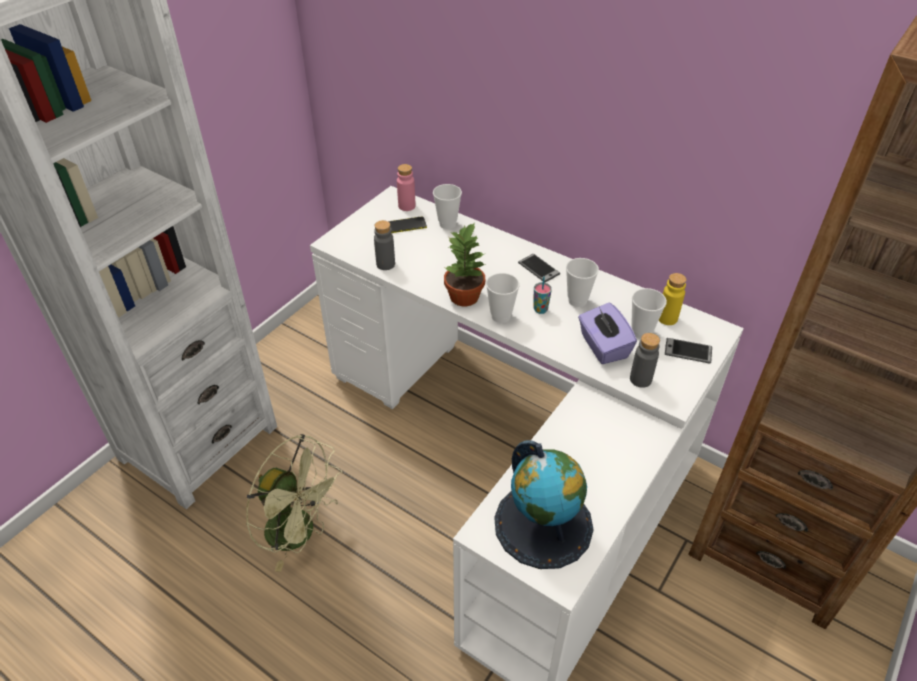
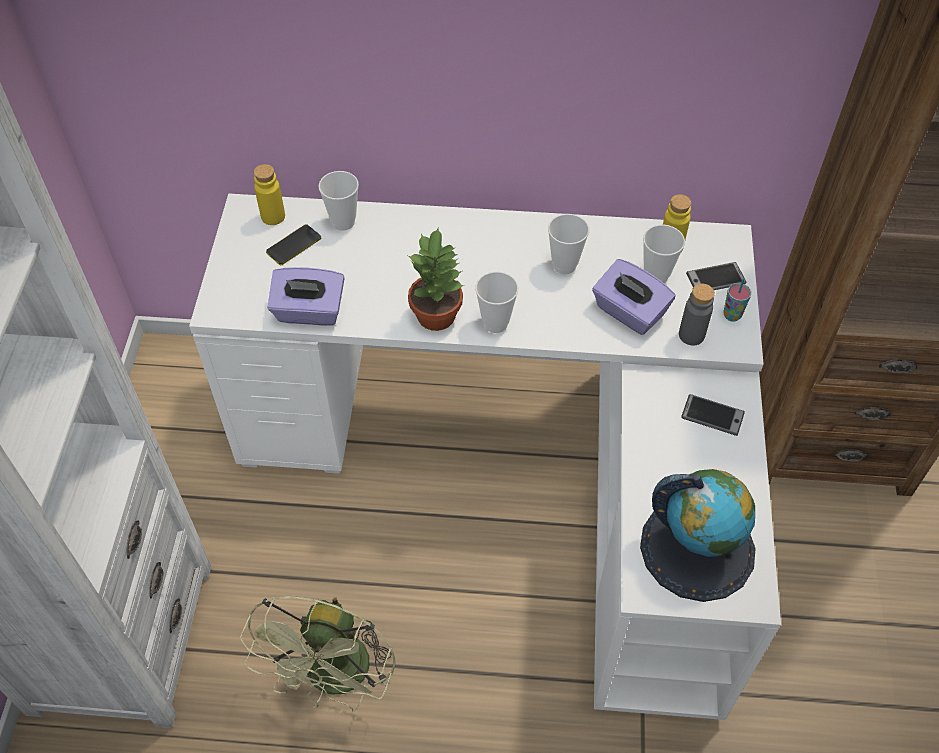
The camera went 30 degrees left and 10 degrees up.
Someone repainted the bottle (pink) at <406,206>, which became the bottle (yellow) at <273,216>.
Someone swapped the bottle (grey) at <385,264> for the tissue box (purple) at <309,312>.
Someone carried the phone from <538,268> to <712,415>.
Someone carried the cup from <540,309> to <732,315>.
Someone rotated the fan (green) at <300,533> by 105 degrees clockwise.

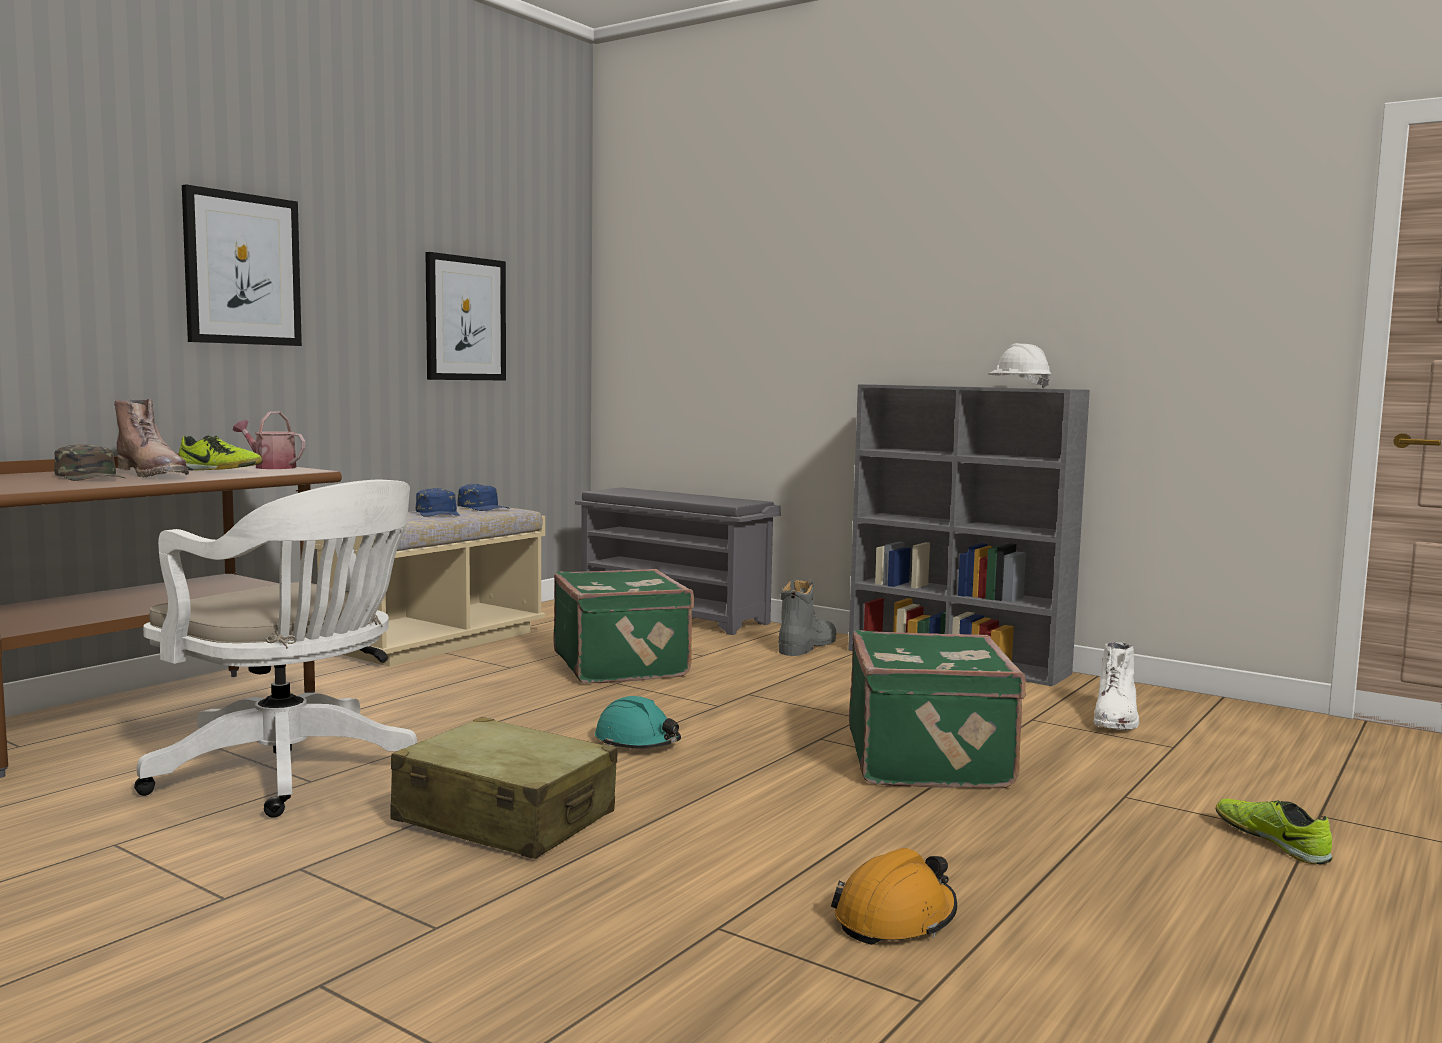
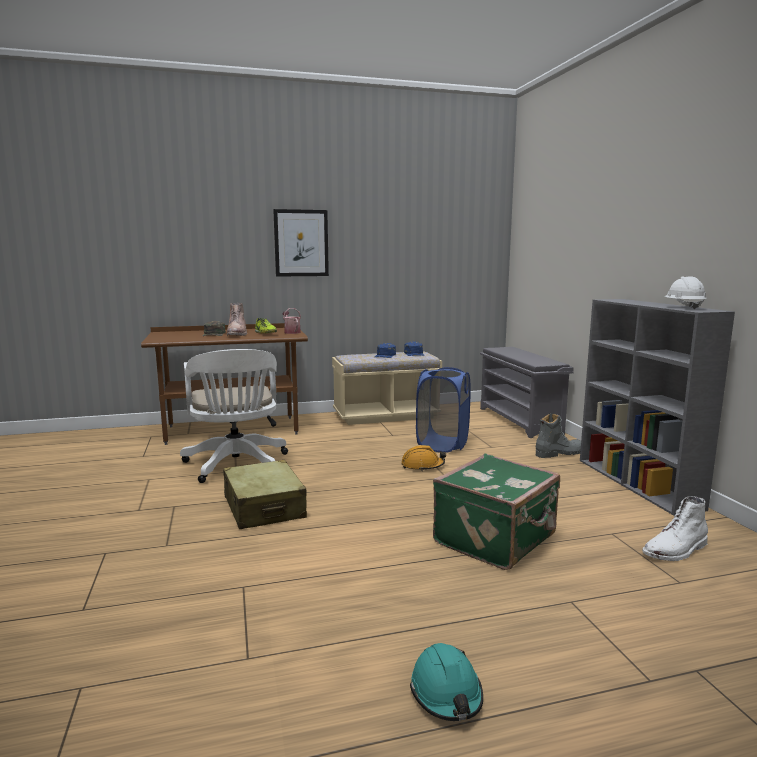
The camera went 40 degrees right and 5 degrees up.
Someone took away the picture at <465,318>.
Someone swapped the suitcase (green) at <623,665> for the laundry basket (blue) at <442,444>.
Someone carried the hard hat (turquoise) from <637,743> to <446,693>.
Someone took away the shoe at <1271,841>.
Someone carried the hard hat (orange) from <896,919> to <422,466>.

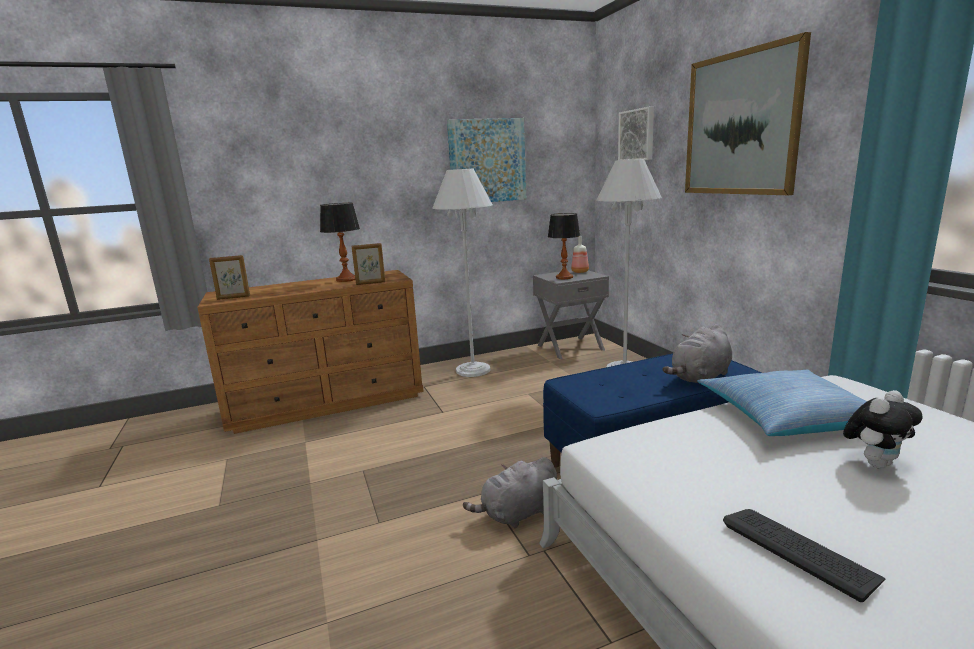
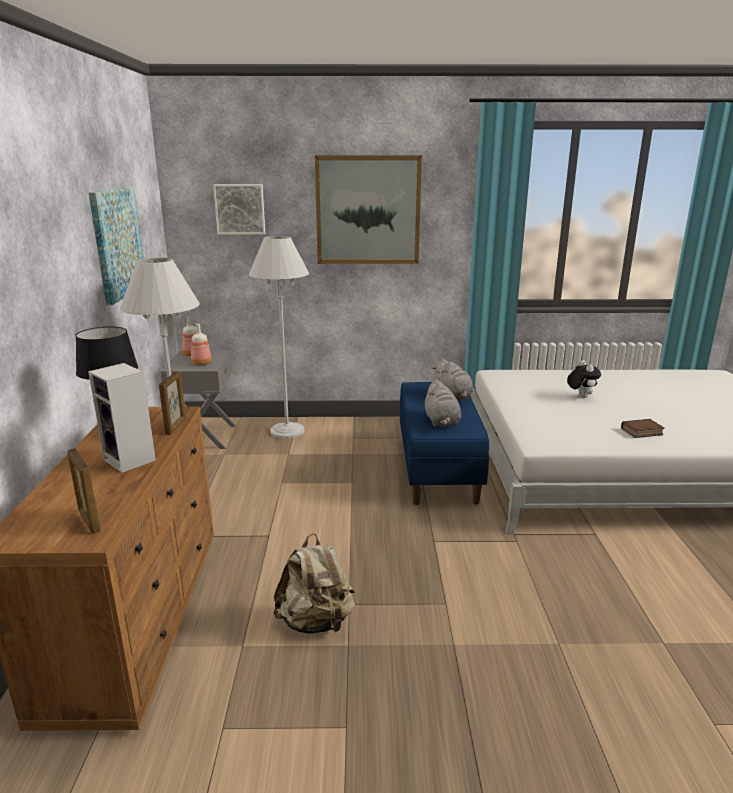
The camera went 70 degrees left and 5 degrees up.
Someone swapped the table lamp at <564,277> for the bottle at <201,363>.
Someone rotated the picture frame at <233,297> by 135 degrees clockwise.
Someone took away the pillow at <788,415>.
Someone carried the plush toy (grey) from <518,514> to <441,422>.
Someone swapped the keyboard at <798,551> for the book at <642,432>.
Someone put down the speaker at <131,460>.
Someone put down the backpack (beige) at <316,622>.

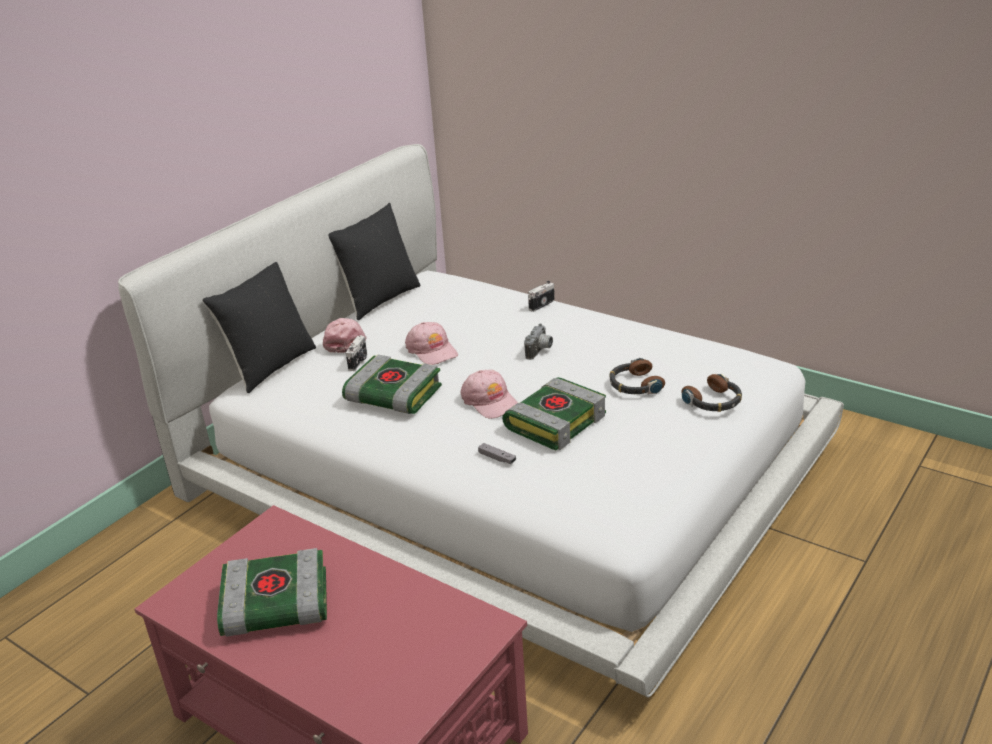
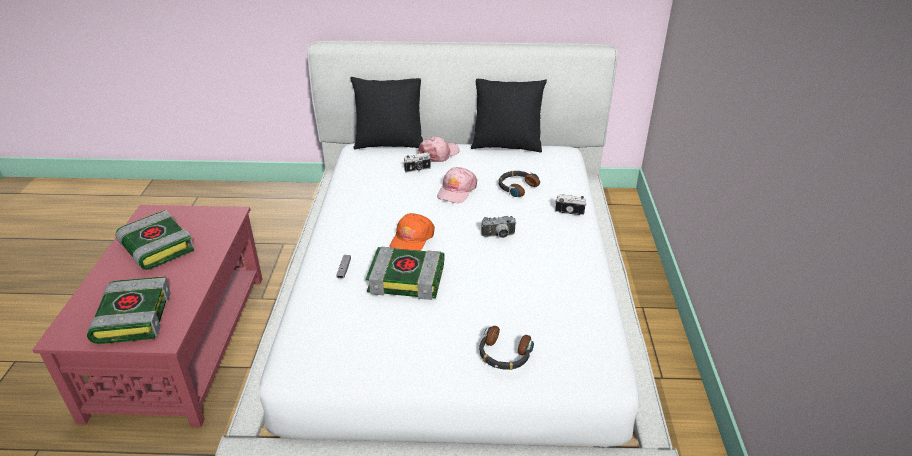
The camera went 55 degrees right and 5 degrees up.
Someone carried the book from <392,396> to <132,316>.
Someone carried the headphones from <634,385> to <516,187>.
Someone repainted the cap (pink) at <490,401>, which became the cap (orange) at <411,239>.

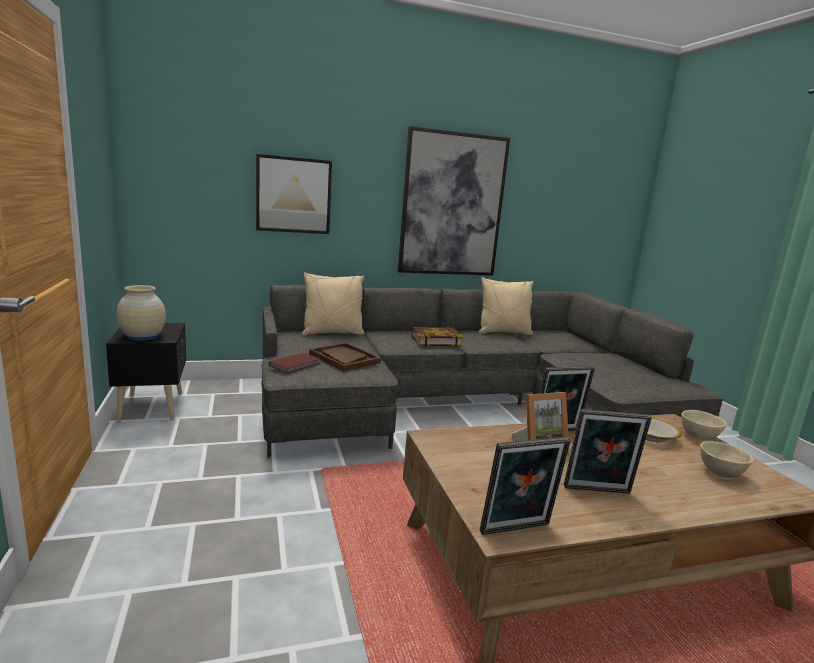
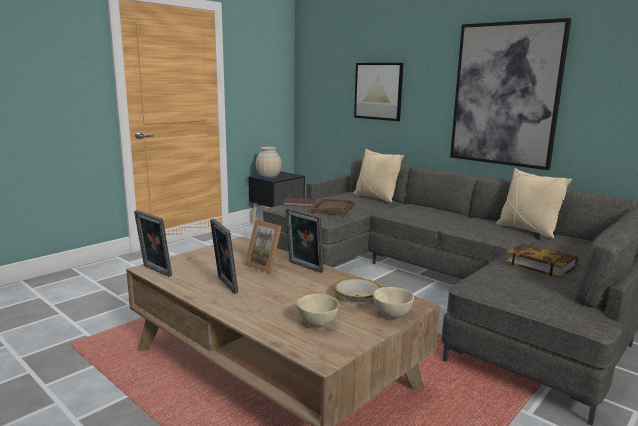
The camera went 60 degrees right and 0 degrees up.
Someone carried the book from <435,340> to <541,264>.

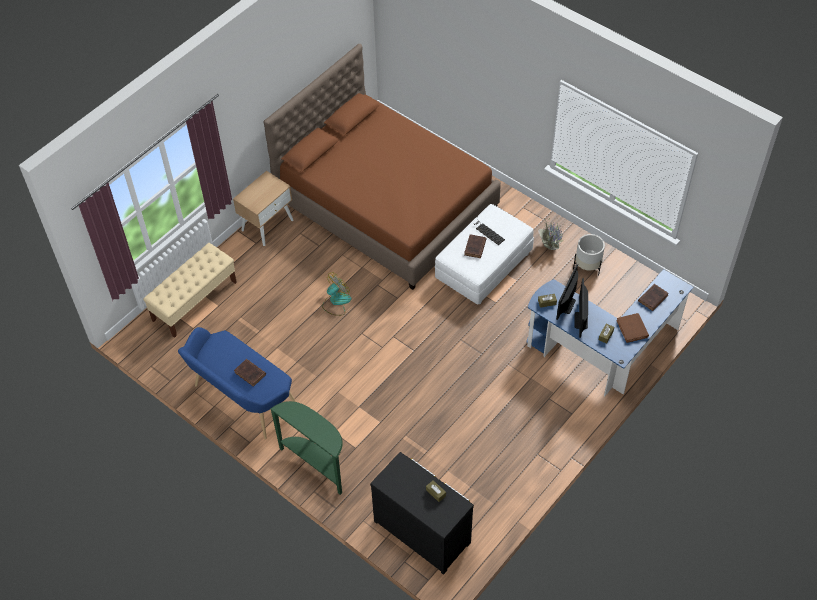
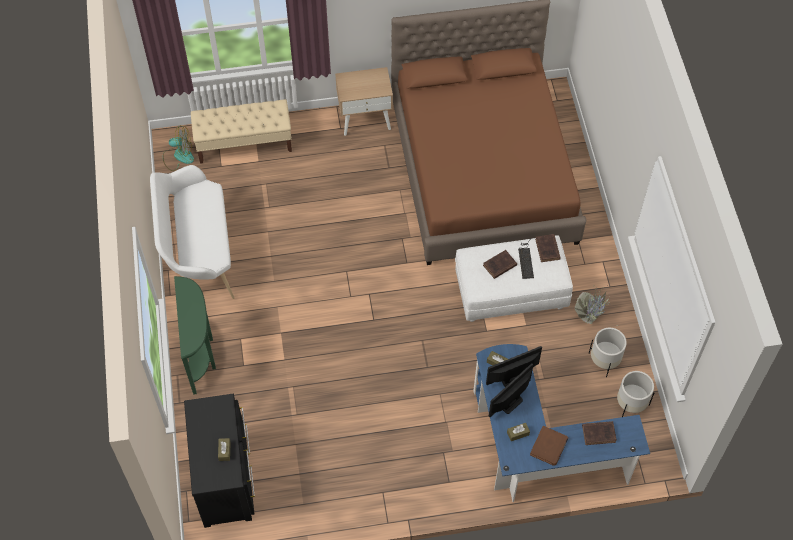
The camera went 40 degrees right and 5 degrees up.
Someone carried the fan from <336,302> to <178,156>.
Someone repainted the bench (blue) at <242,399>, which became the bench (white) at <199,255>.
Someone carried the book (brown) from <251,374> to <547,250>.
Someone put down the planter (white) at <631,404>.

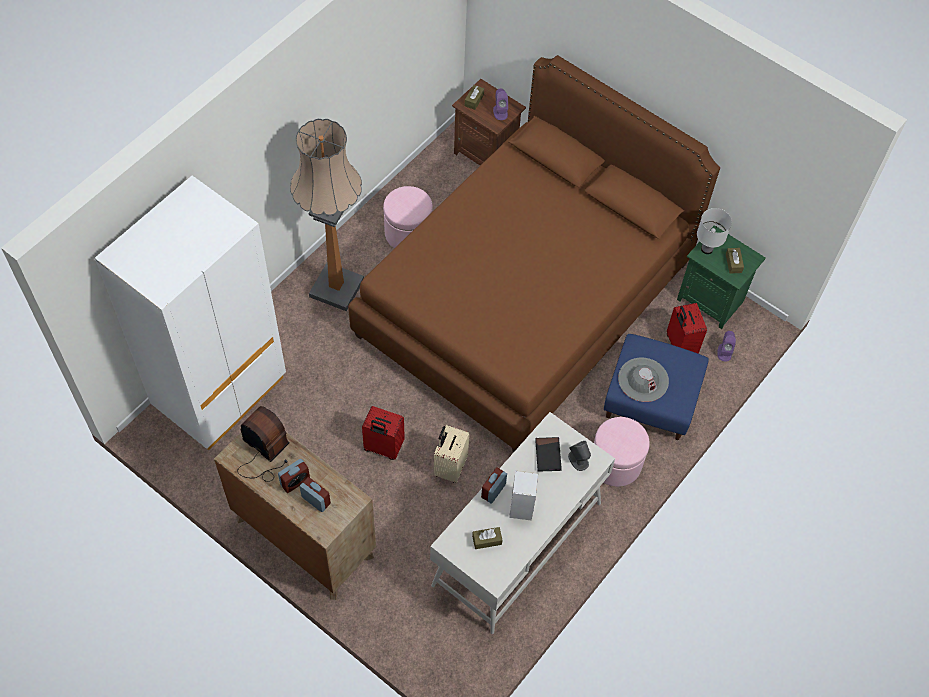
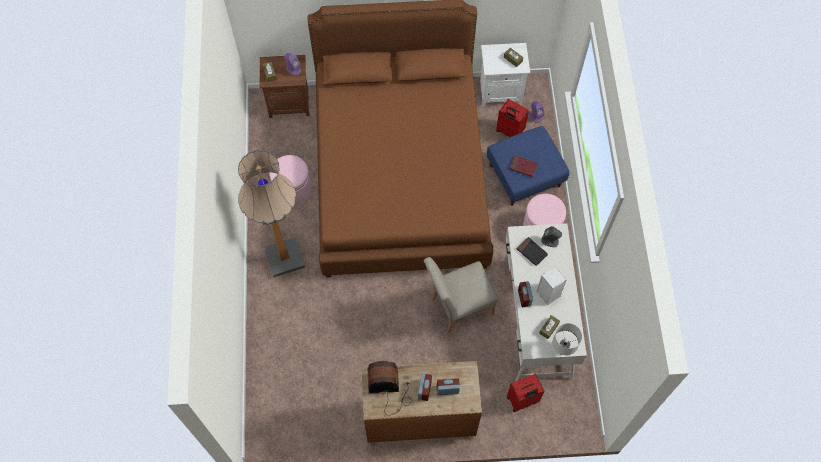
The camera went 40 degrees left and 5 degrees up.
Someone took away the wardrobe (white) at <220,392>.
Someone carried the table lamp (white) from <706,249> to <562,349>.
Someone repainted the nightstand (green) at <711,300>, which became the nightstand (white) at <500,91>.
Someone swapped the hat (grey) at <643,380> for the book (red) at <523,167>.
Someone carried the suitcase (red) from <383,447> to <522,400>.
Someone swapped the suitcase (beige) at <450,466> for the chair (beige) at <457,307>.

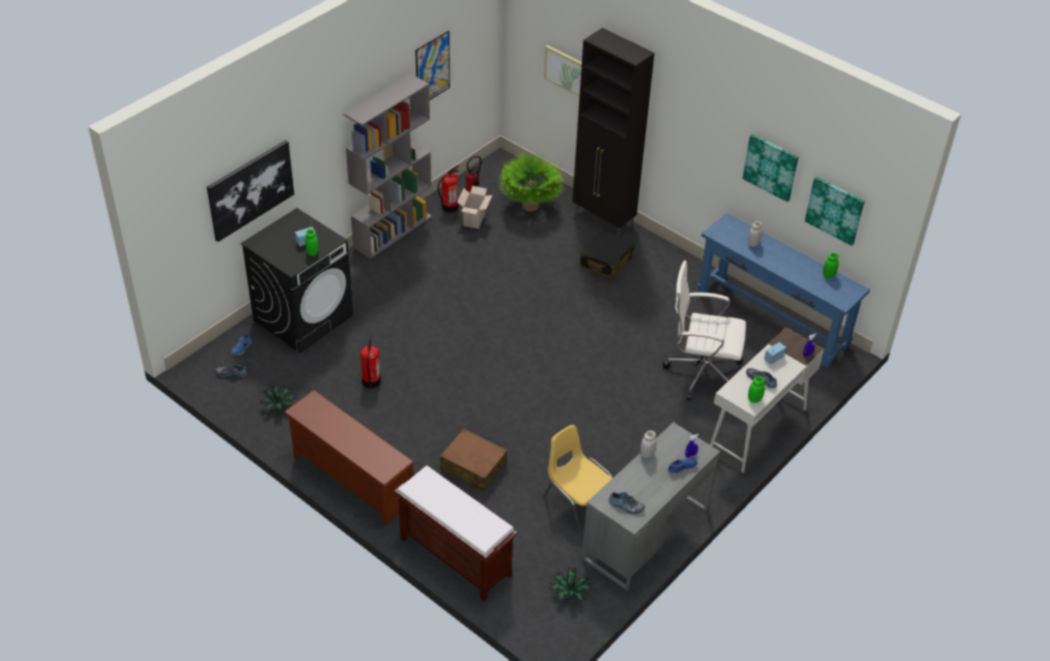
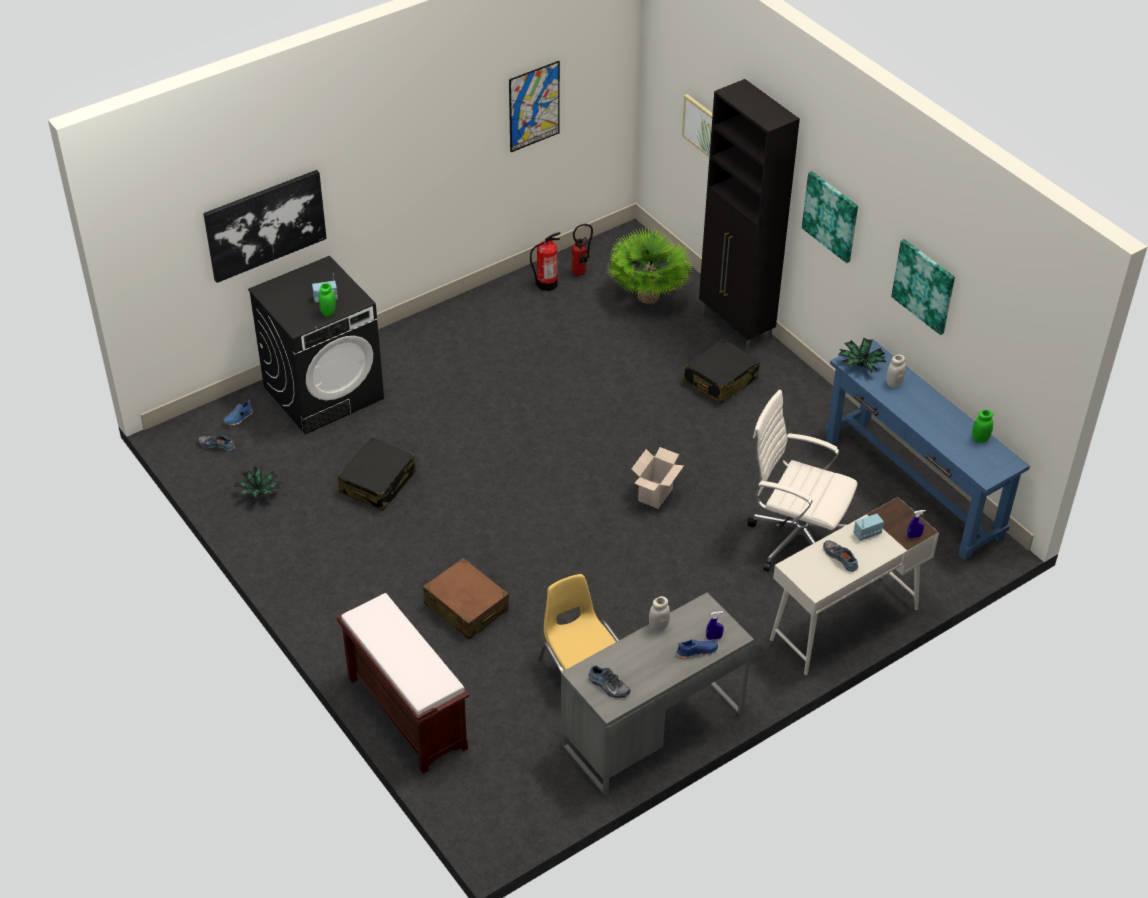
The camera went 15 degrees right and 0 degrees up.
Someone took away the bookcase (grey) at <393,231>.
Someone carried the picture from <835,210> to <831,216>.
Someone carried the cardboard box from <474,220> to <655,496>.
Someone swapped the fire extinguisher at <371,381> for the suitcase (black) at <378,483>.
Someone took away the jar (green) at <754,399>.
Someone took away the shoe rack (brown) at <351,479>.
Someone carried the potted plant from <570,592> to <860,365>.

